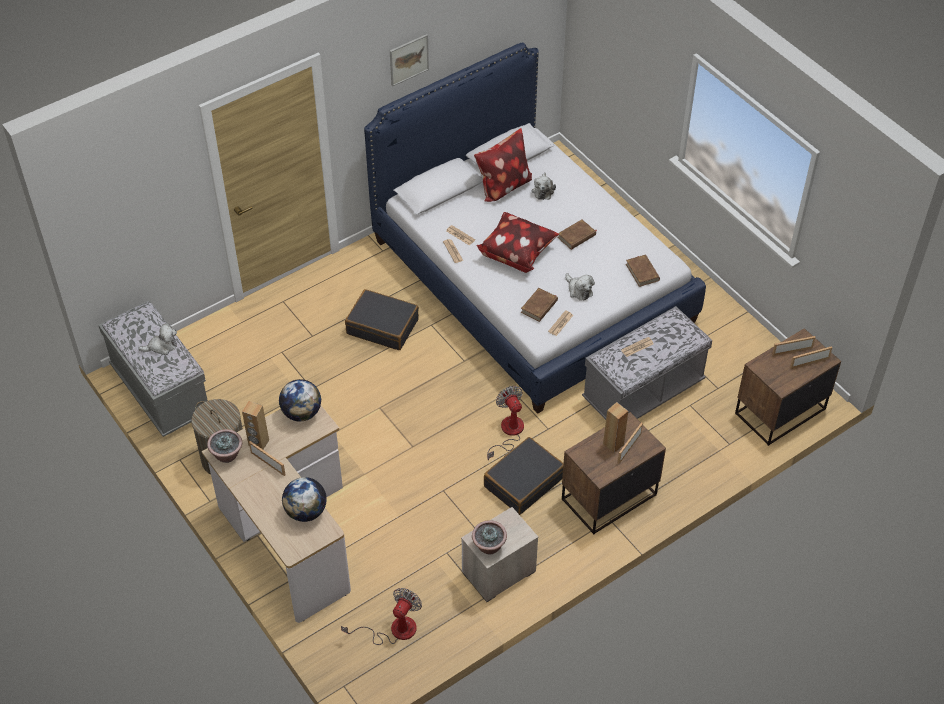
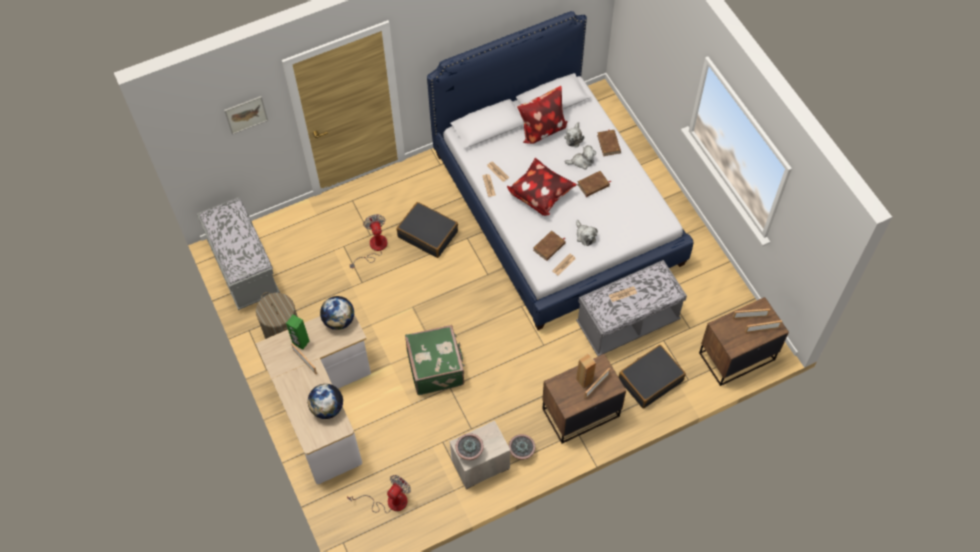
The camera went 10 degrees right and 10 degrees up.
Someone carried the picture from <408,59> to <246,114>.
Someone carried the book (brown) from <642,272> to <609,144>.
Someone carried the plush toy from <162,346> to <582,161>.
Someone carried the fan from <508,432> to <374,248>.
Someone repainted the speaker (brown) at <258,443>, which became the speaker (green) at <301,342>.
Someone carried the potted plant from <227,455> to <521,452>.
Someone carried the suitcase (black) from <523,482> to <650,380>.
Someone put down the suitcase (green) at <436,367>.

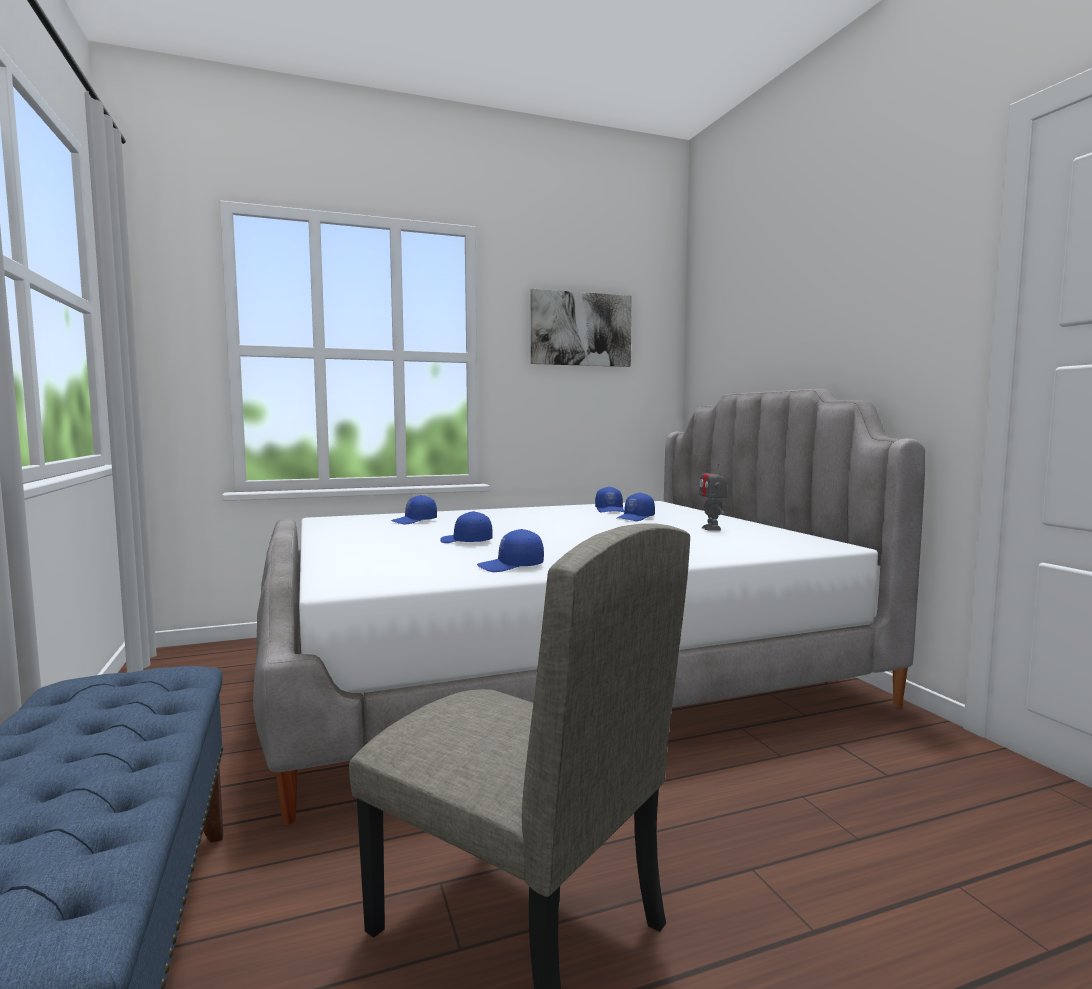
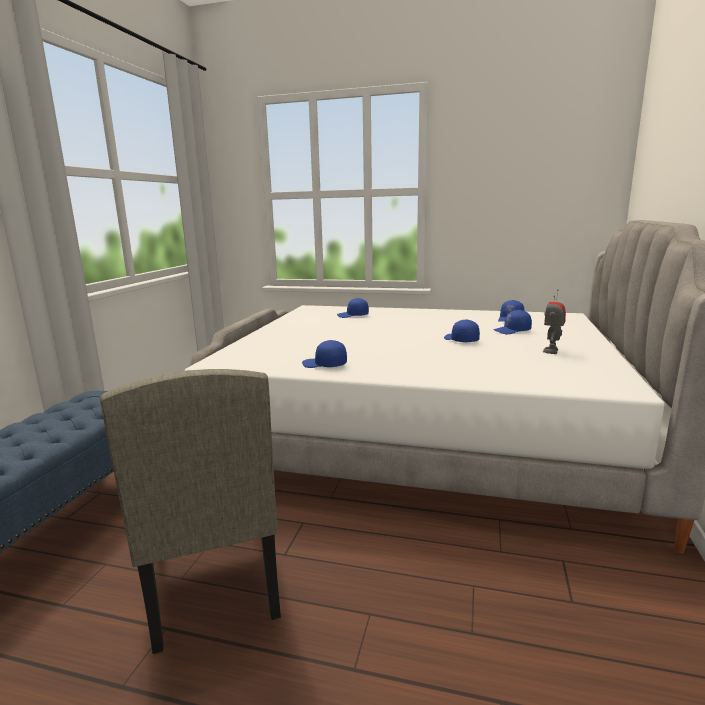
The camera went 35 degrees right and 10 degrees up.
Someone took away the picture at <580,329>.
Someone carried the cap (blue) from <465,542> to <460,340>.

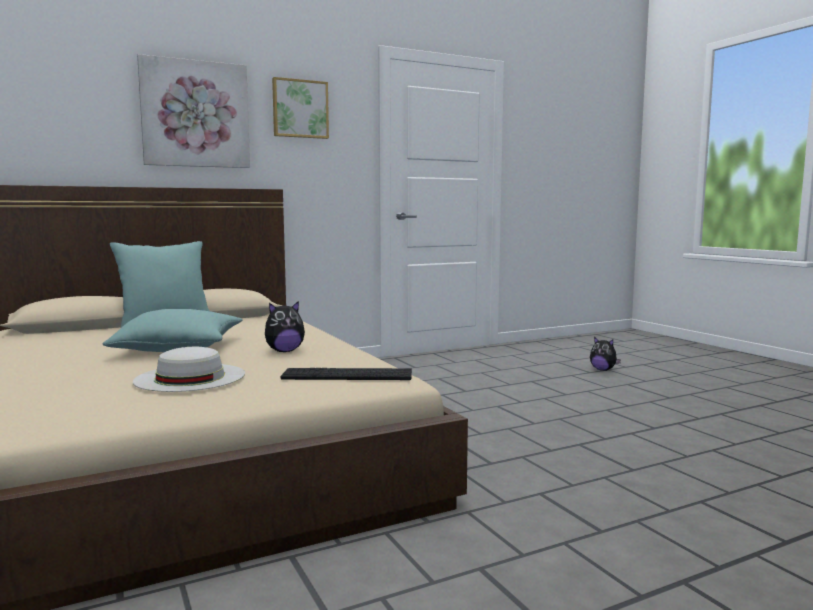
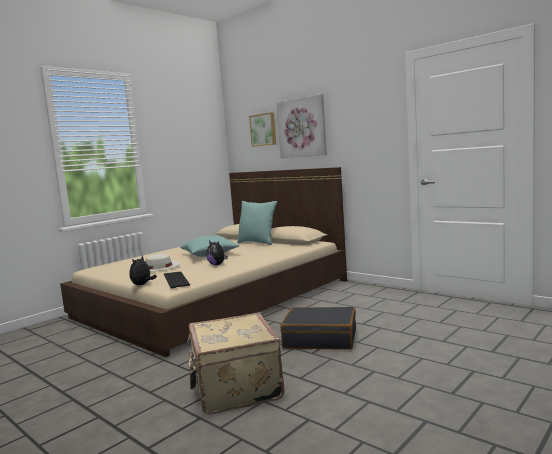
The camera went 70 degrees right and 0 degrees up.
Someone carried the picture from <300,109> to <263,129>.
Someone carried the plush toy from <603,370> to <142,285>.
Someone put down the suitcase (black) at <320,339>.
Someone put down the suitcase (beige) at <235,388>.

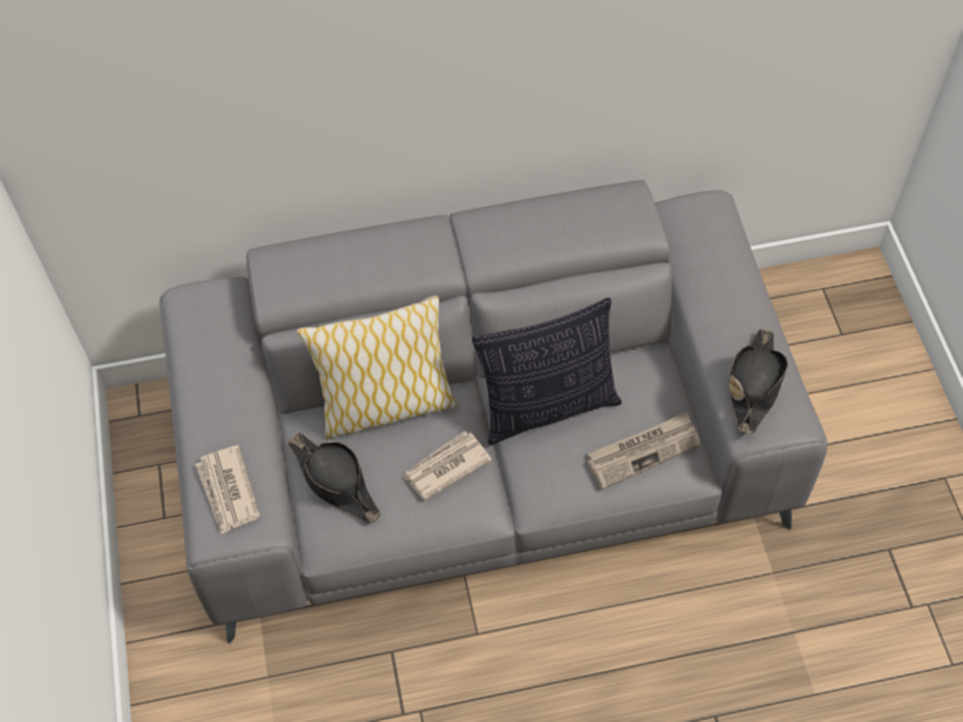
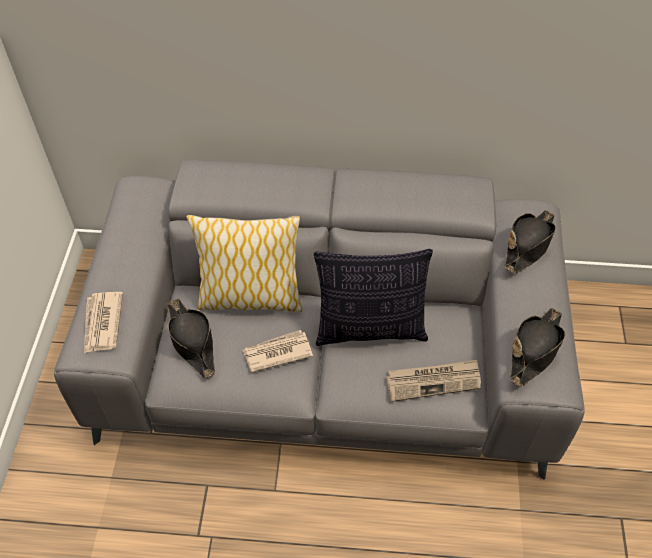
The camera went 15 degrees right and 5 degrees down.
Someone put down the hat (black) at <528,245>.

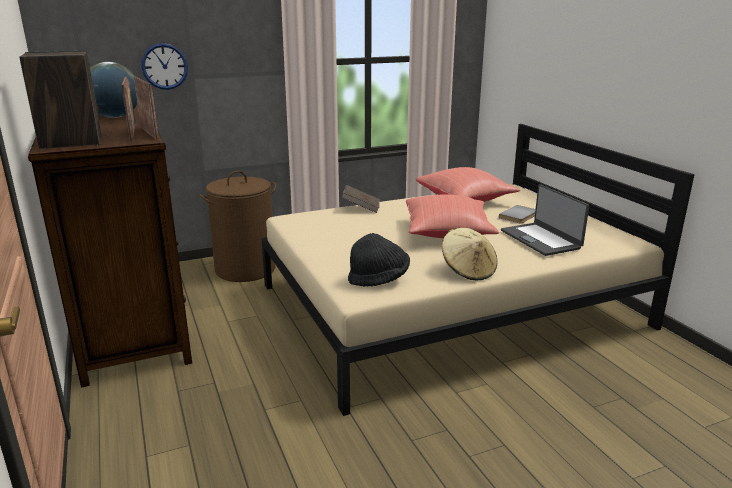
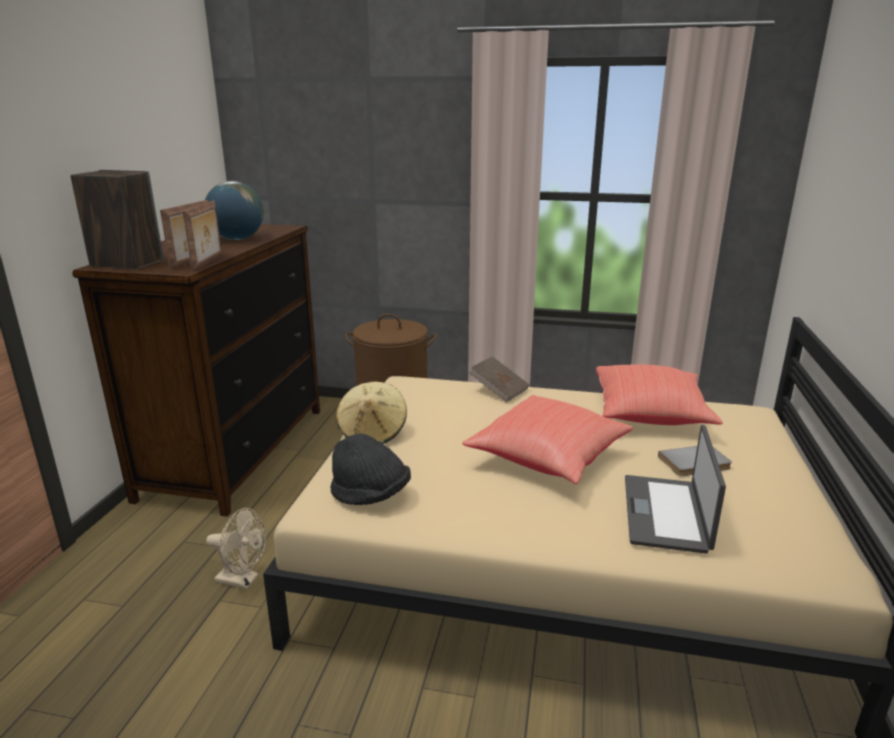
The camera went 35 degrees right and 0 degrees up.
Someone took away the wall clock at <164,66>.
Someone carried the hat (beige) from <468,271> to <372,432>.
Someone put down the fan (beige) at <243,580>.

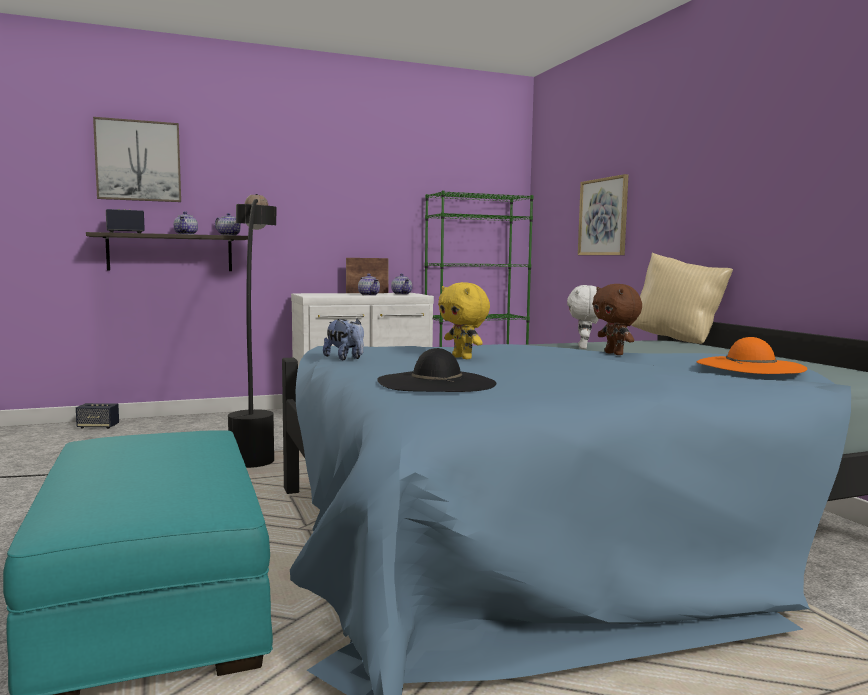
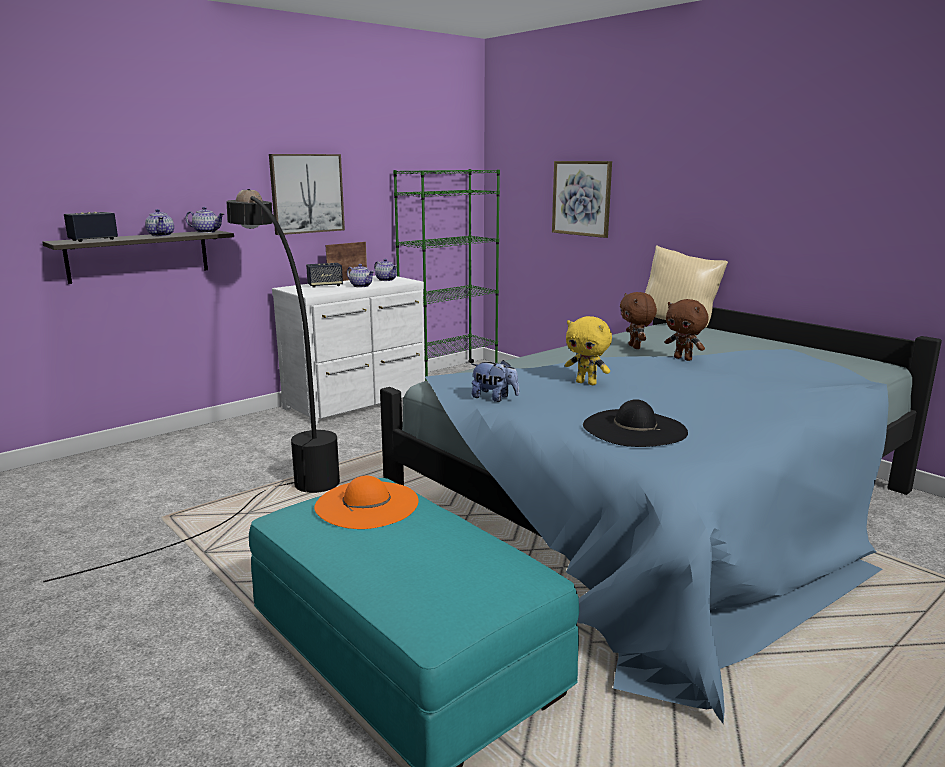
The camera went 20 degrees left and 10 degrees up.
Someone carried the picture from <138,161> to <307,193>.
Someone repainted the plush toy (white) at <584,348>, which became the plush toy (brown) at <635,347>.
Someone carried the hat (orange) from <750,366> to <367,504>.
Someone carried the speaker from <98,427> to <325,285>.

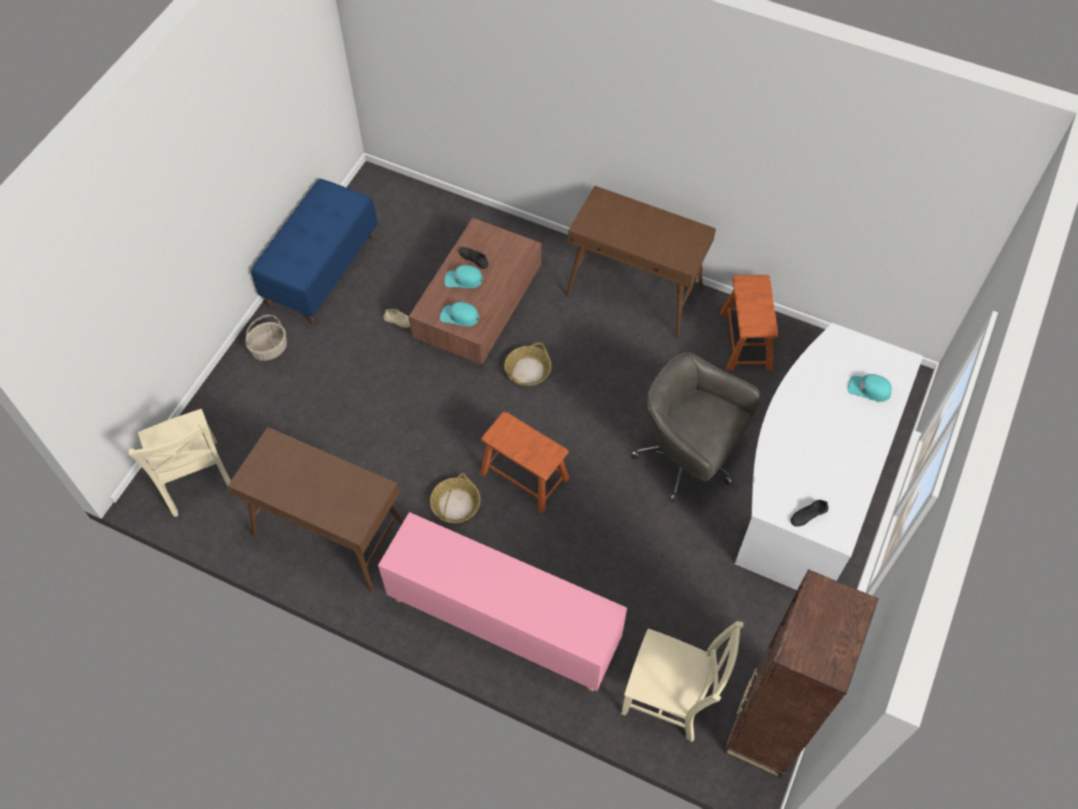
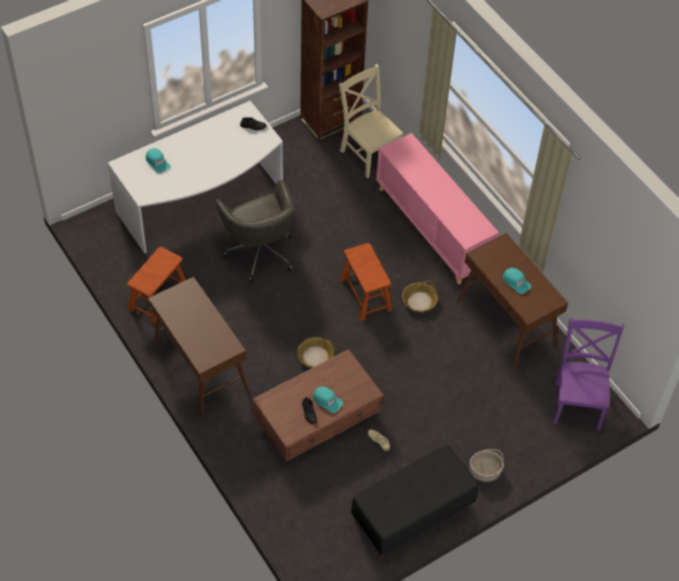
The camera went 150 degrees left and 5 degrees down.
Someone repainted the bench (blue) at <322,270>, which became the bench (black) at <412,515>.
Someone carried the cap (turquoise) from <459,316> to <516,282>.
Someone repainted the chair (beige) at <196,480>, which became the chair (purple) at <578,402>.

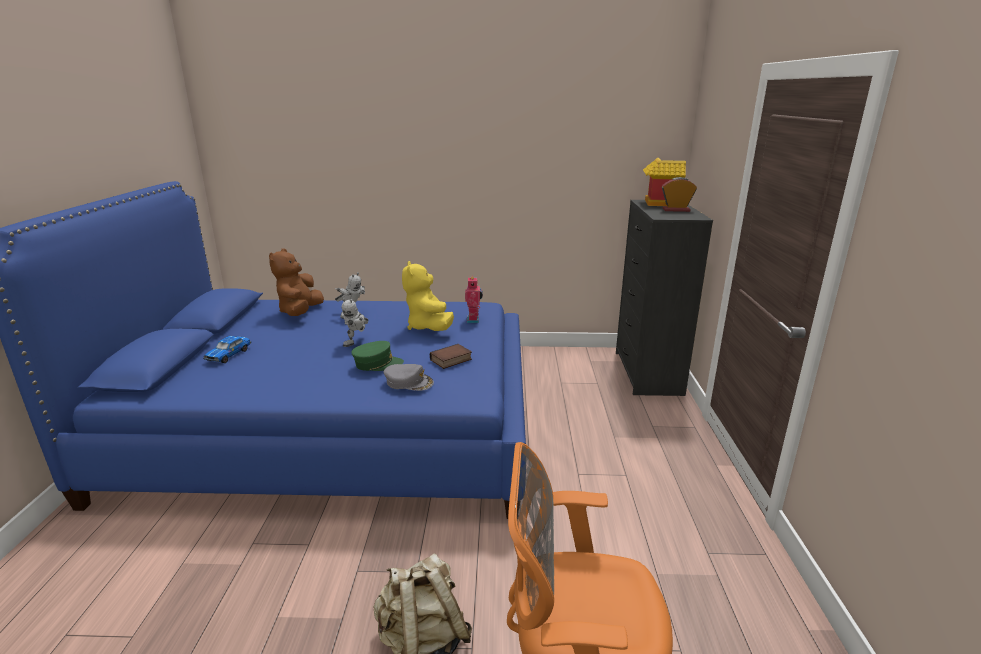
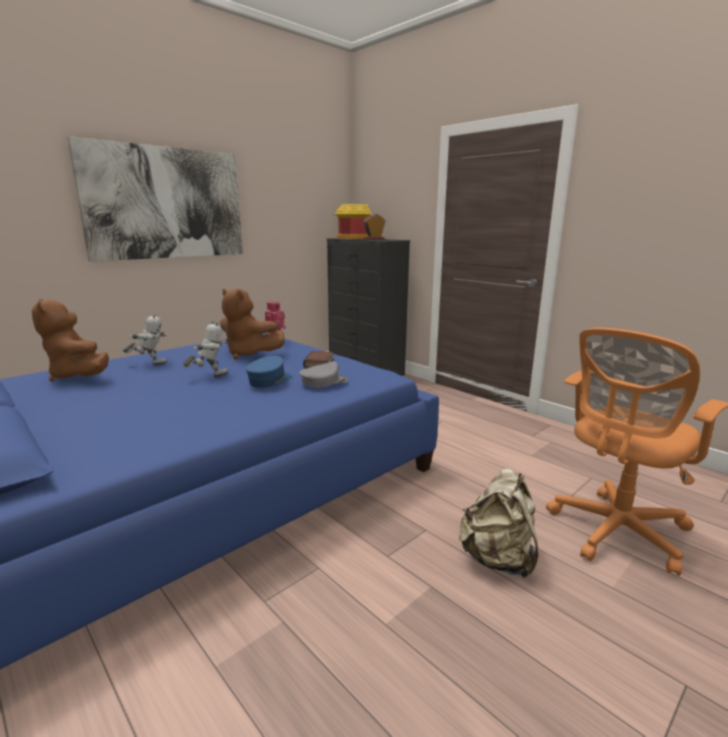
The camera went 45 degrees left and 5 degrees down.
Someone repainted the plush toy (yellow) at <428,327>, which became the plush toy (brown) at <249,354>.
Someone rotated the toy robot at <357,342> by 105 degrees counterclockwise.
Someone took away the toy car at <229,355>.
Someone repainted the cap (green) at <377,364>, which became the cap (blue) at <269,380>.
Someone put up the picture at <166,203>.

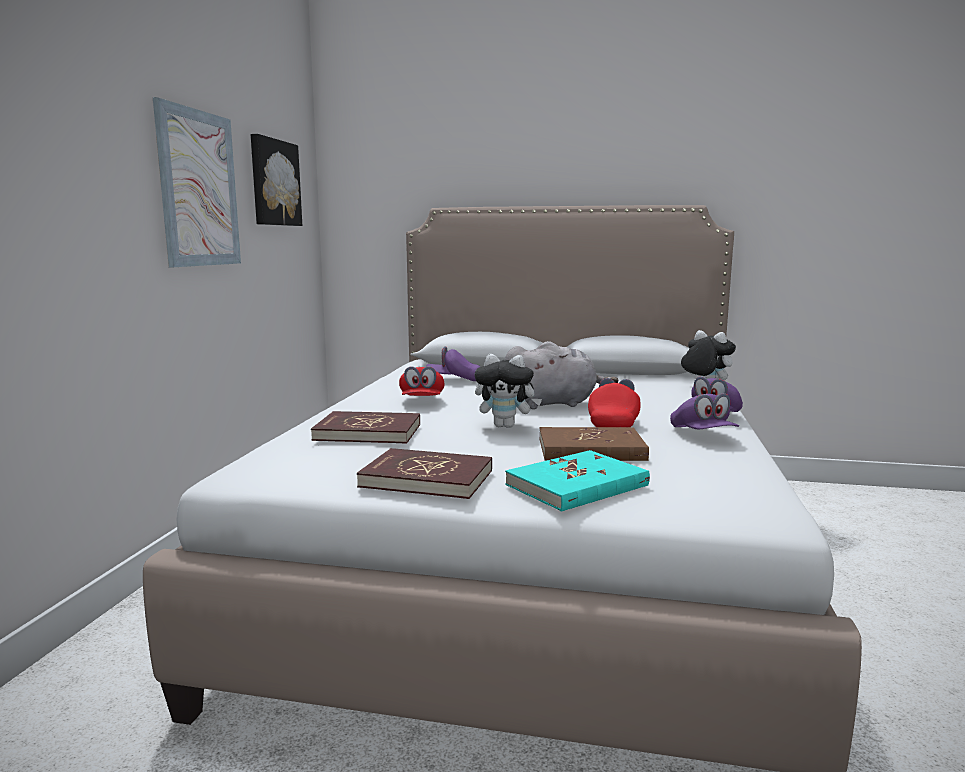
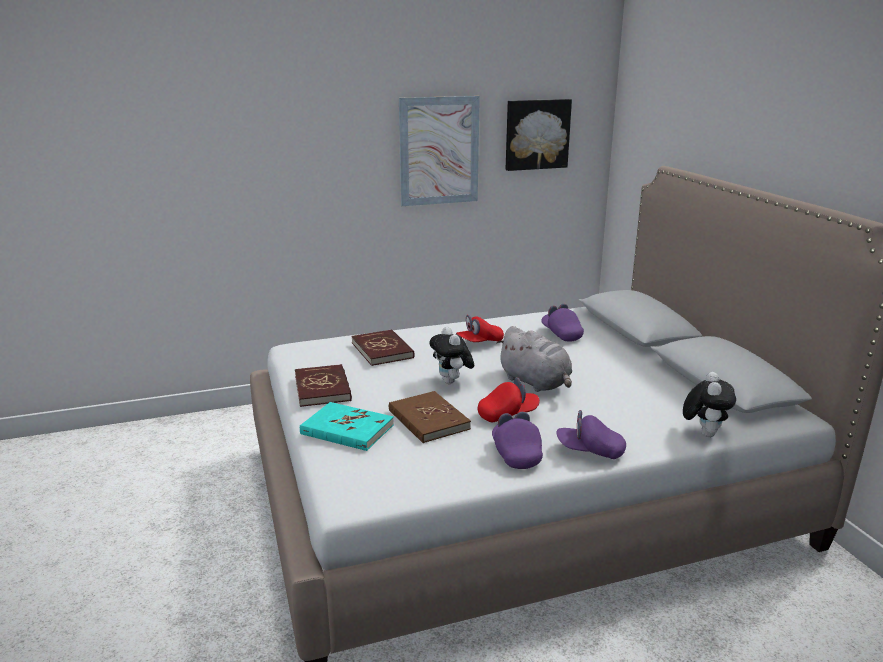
The camera went 60 degrees right and 10 degrees up.
Someone rotated the cap (purple) at <702,435> by 120 degrees clockwise.

